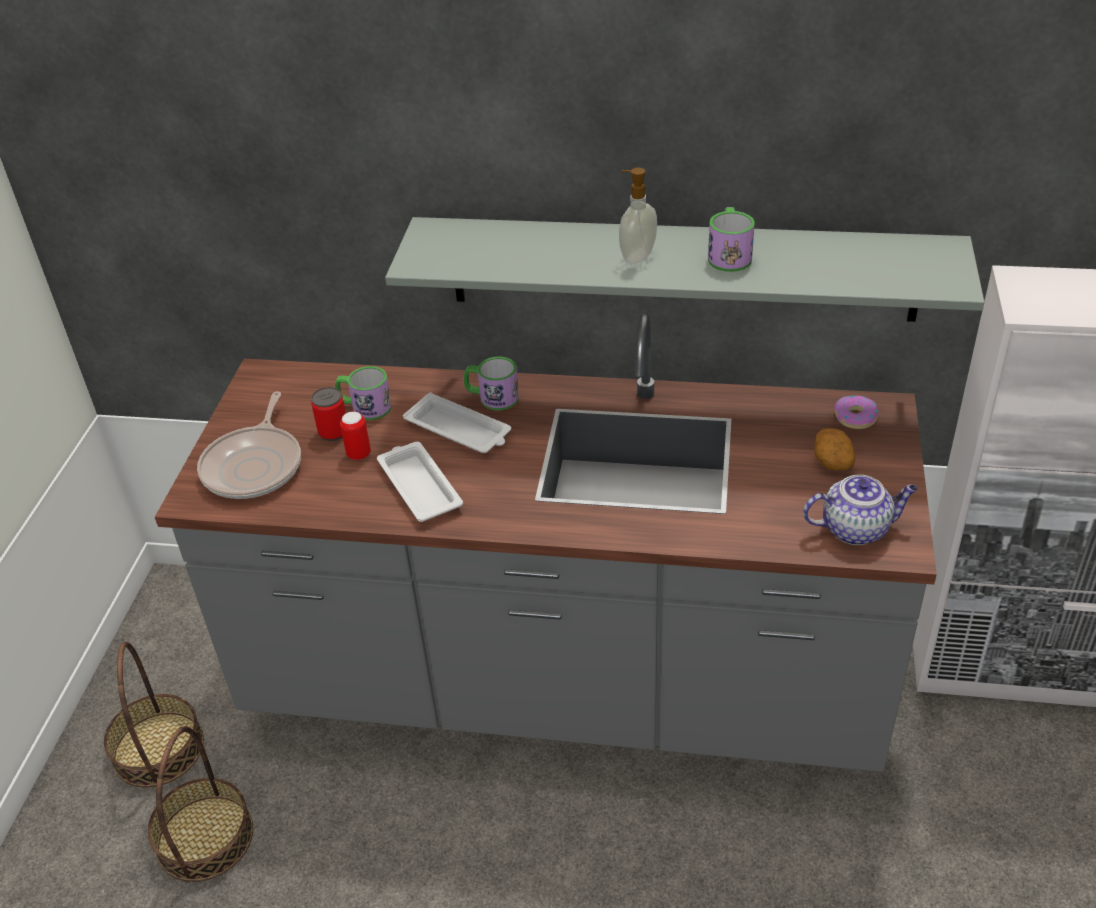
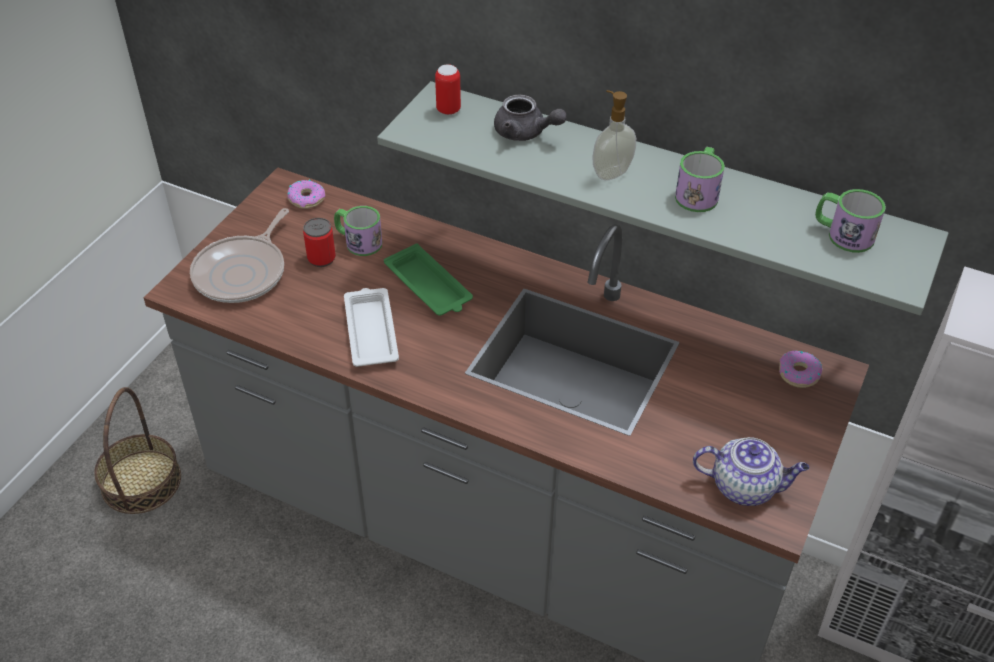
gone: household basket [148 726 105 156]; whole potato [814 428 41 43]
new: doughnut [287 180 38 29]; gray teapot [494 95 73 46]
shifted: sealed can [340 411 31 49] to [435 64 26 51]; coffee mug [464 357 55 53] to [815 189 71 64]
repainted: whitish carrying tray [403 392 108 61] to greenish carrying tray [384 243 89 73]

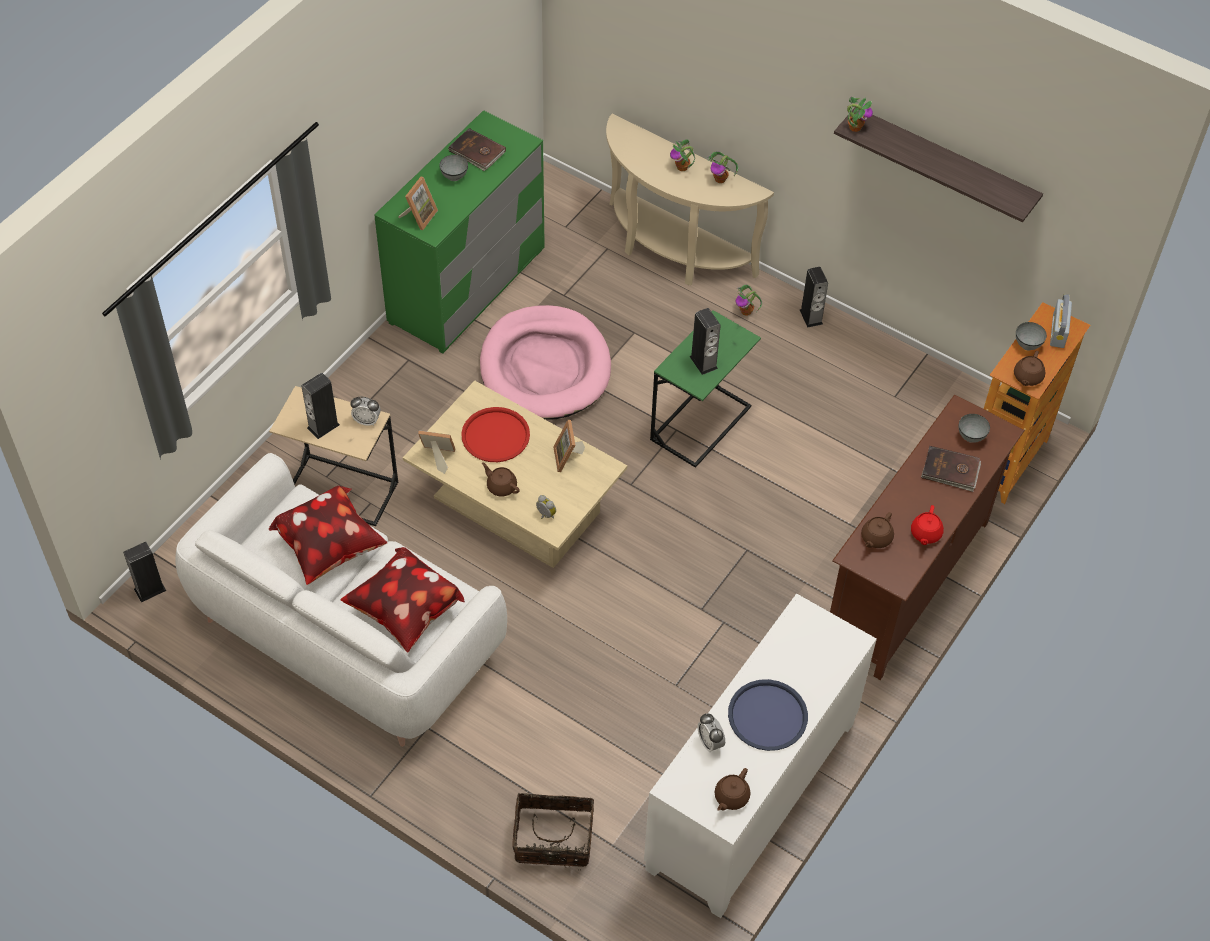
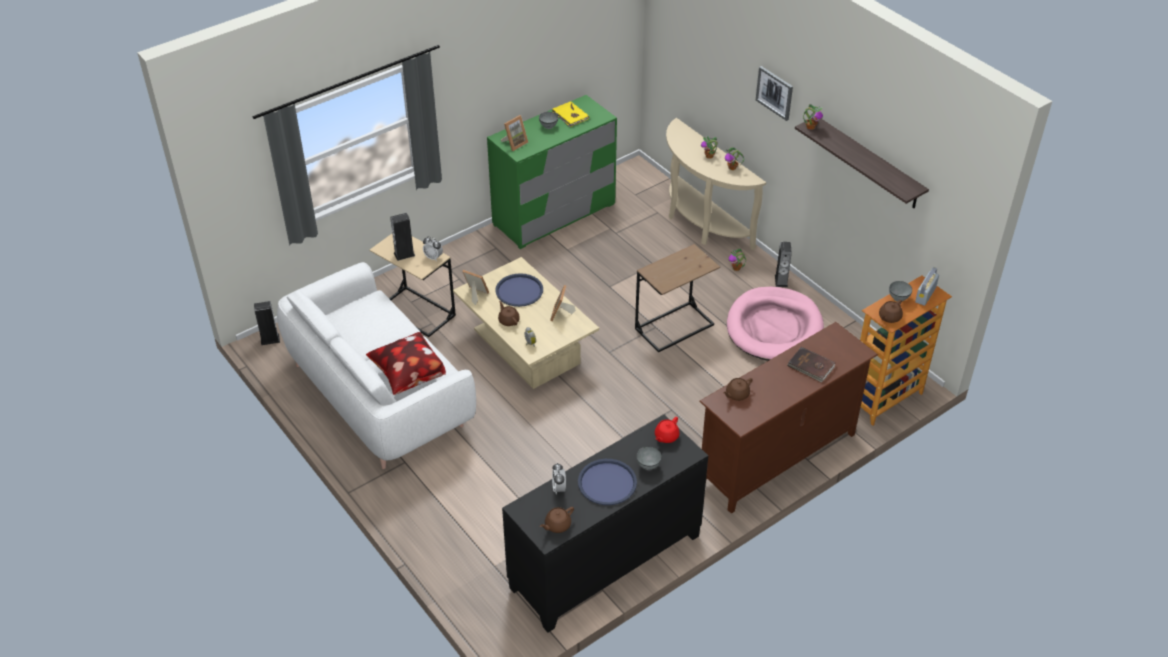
gone: pillow [269 486 118 99]; household basket [513 793 81 77]; loudspeaker [690 308 31 67]
new: wall picture [756 66 37 55]
shifted: gray serving bowl [958 414 32 29] to [636 447 26 23]; red teapot [911 505 33 40] to [655 417 25 26]; pinkish dog bed [480 305 131 115] to [727 287 97 74]
repainted: red carrying tray [461 407 69 55] to blue-coloured carrying tray [495 273 48 34]; whitish cupboard [644 593 233 325] to black-coloured cupboard [502 415 206 218]; brown-coloured bound book [448 128 58 43] to yellow bound book [552 101 37 26]; greenish side table [650 310 111 158] to brown-coloured side table [635 244 85 108]

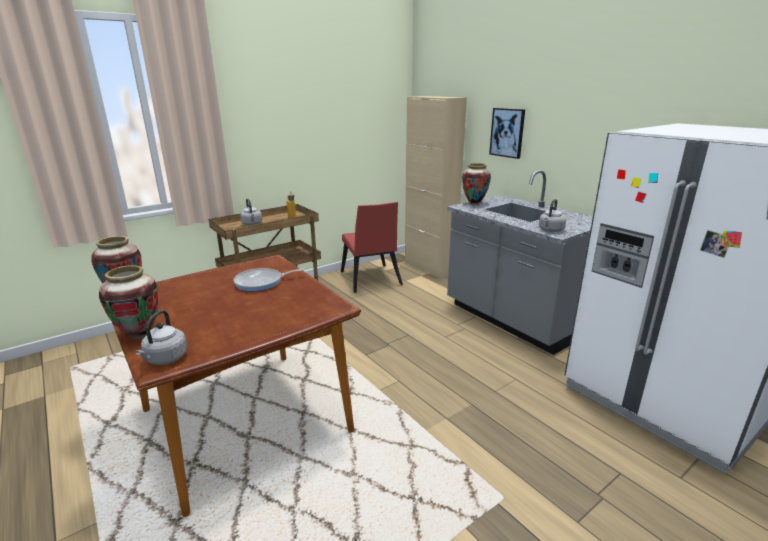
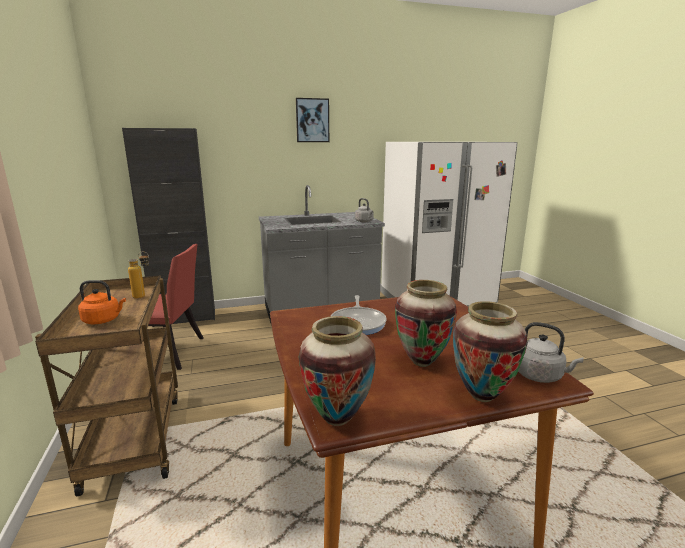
shifted: wall picture [489 108 36 51] to [296 98 33 44]; flower vase [462 163 29 42] to [395 280 62 87]
repainted: gray kettle [240 198 22 27] to orange-coloured kettle [78 280 48 44]; beige-coloured cupboard [405 96 62 183] to black-coloured cupboard [122 128 93 199]

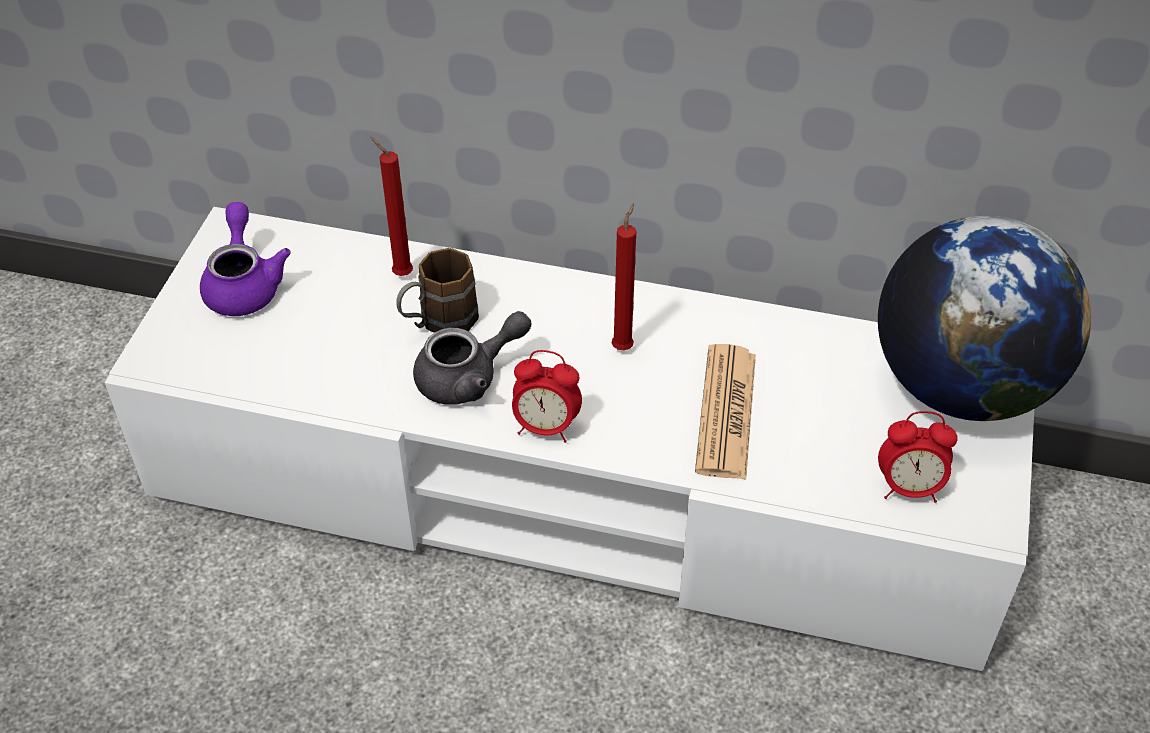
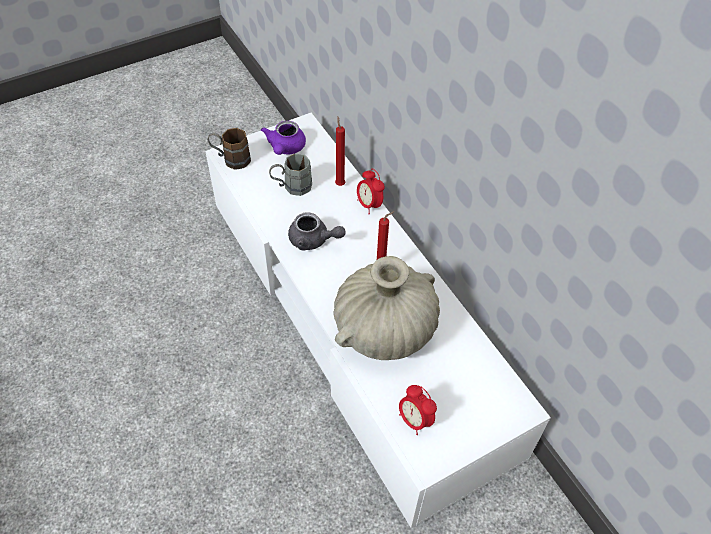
gone: globe [878 216 213 205]
new: gray coffee mug [269 154 43 42]
shifted: brown-coloured coffee mug [396 248 83 85] to [208 128 43 42]; table clock [512 350 70 93] to [357 169 28 45]
swapped: printed paper [695 344 61 136] to beige-coloured flower vase [334 256 106 104]
rotated: purplish teapot [200 202 91 114] = [261 121 45 34] 150 degrees clockwise

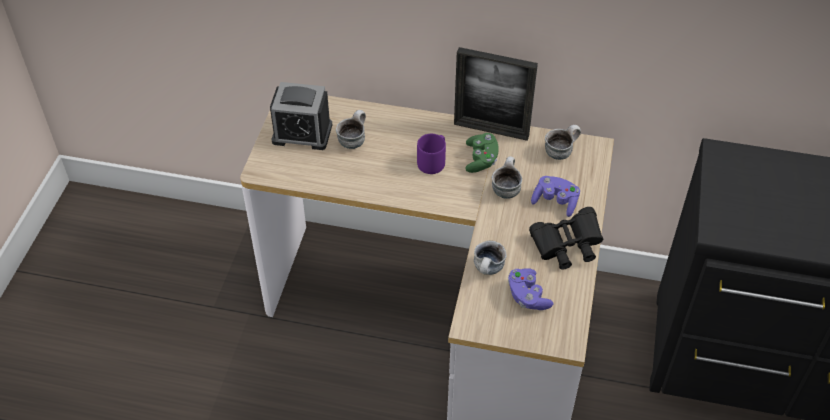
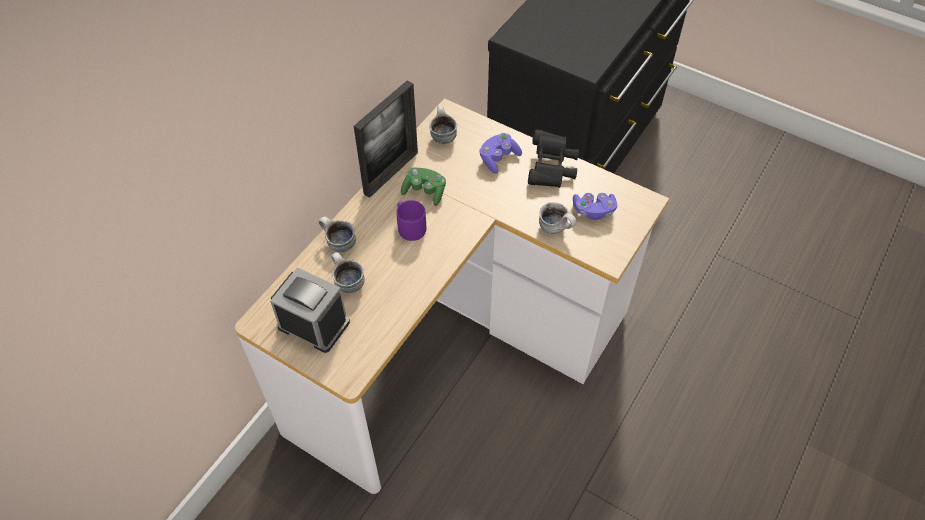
shifted: coffee mug [492 156 30 43] to [319 216 37 36]
rotated: table clock [270 82 62 68] = [270 267 80 86] 90 degrees counterclockwise

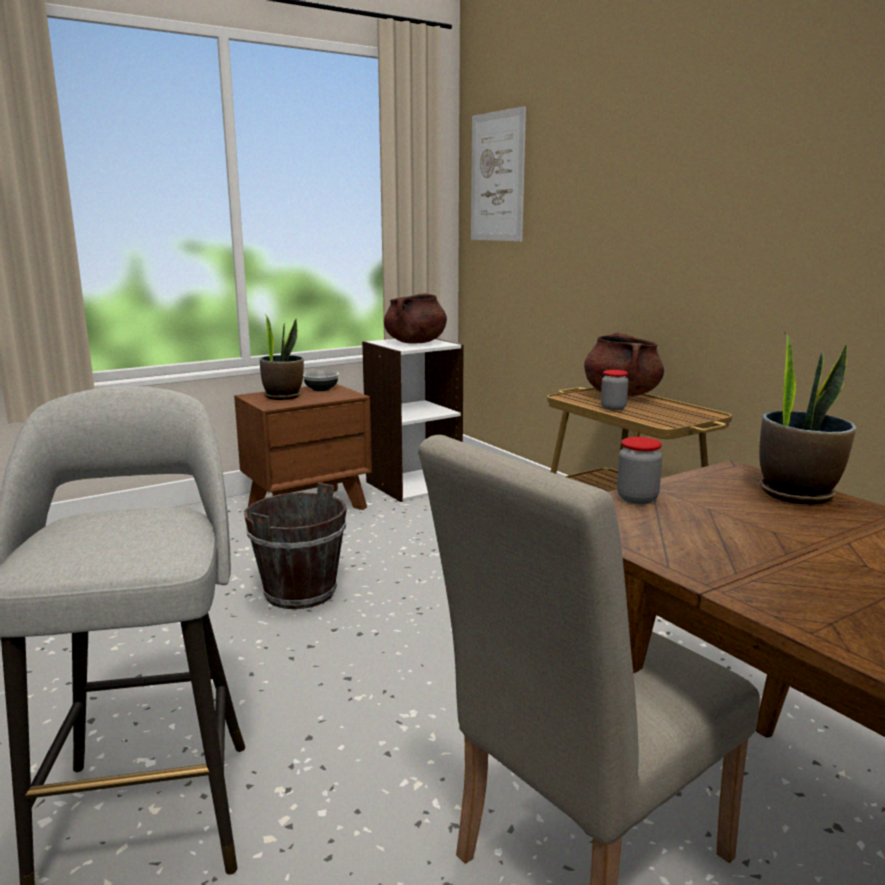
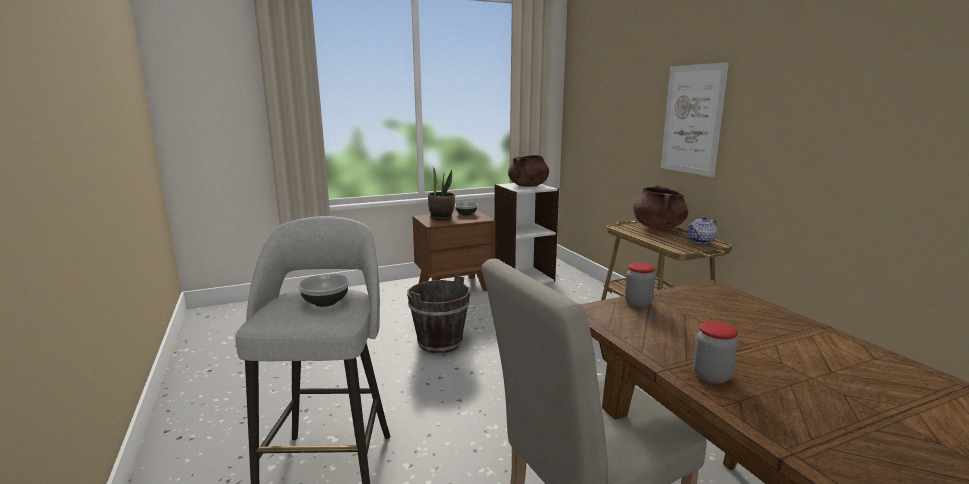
gone: plant in a pot [759 332 97 173]
new: serving bowl [298 274 51 33]; teapot [688 216 30 28]
shifted: wall picture [471 106 55 135] to [661 62 68 115]; storage jar [601 370 27 40] to [693 321 45 63]

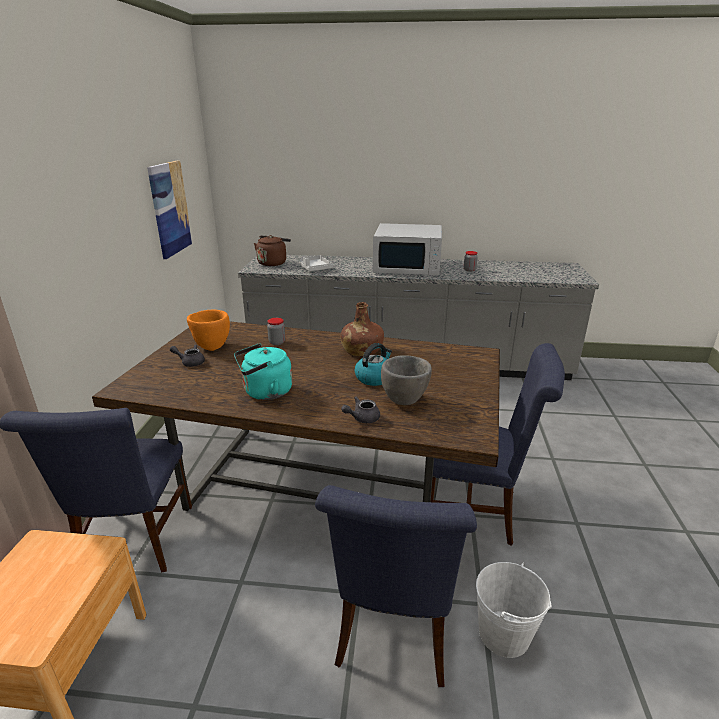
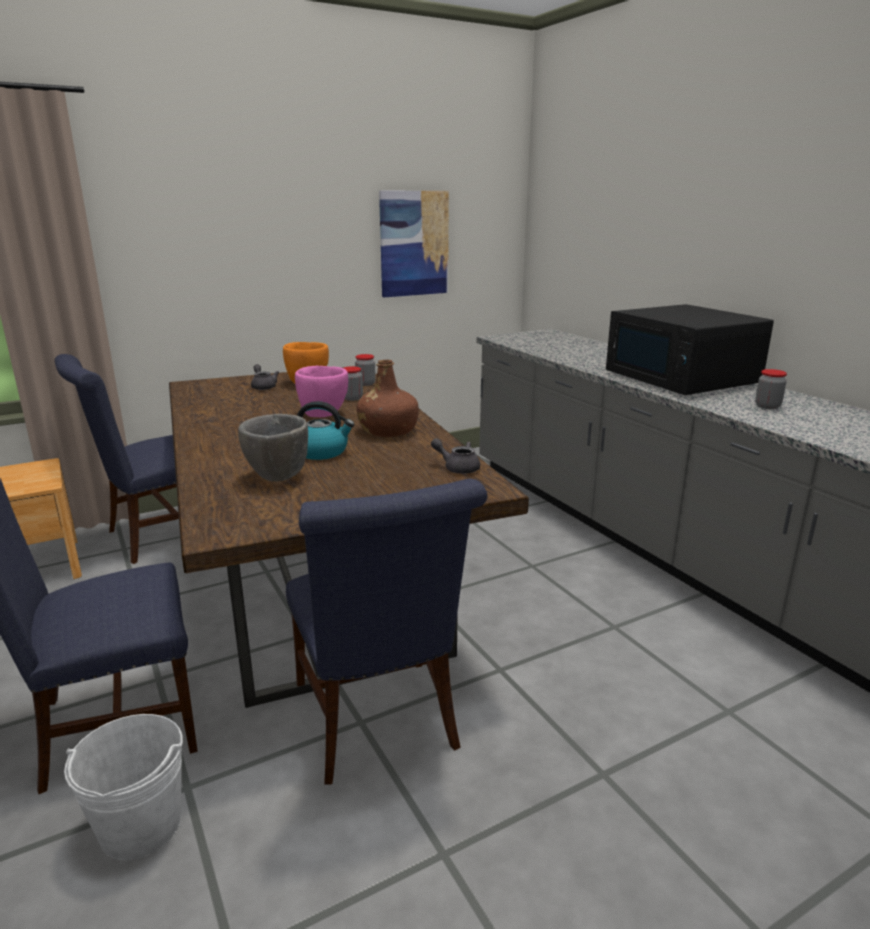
gone: turquoise kettle [234 343 58 57]; brown-coloured kettle [254 235 37 31]; gray carrying tray [301 255 32 16]
new: pinkish serving bowl [295 366 53 52]; storage jar [355 354 21 32]
shifted: gray teapot [341 396 39 27] to [431 438 49 36]
repainted: whitish kitchen microwave [373 223 69 52] to black-coloured kitchen microwave [606 304 168 91]

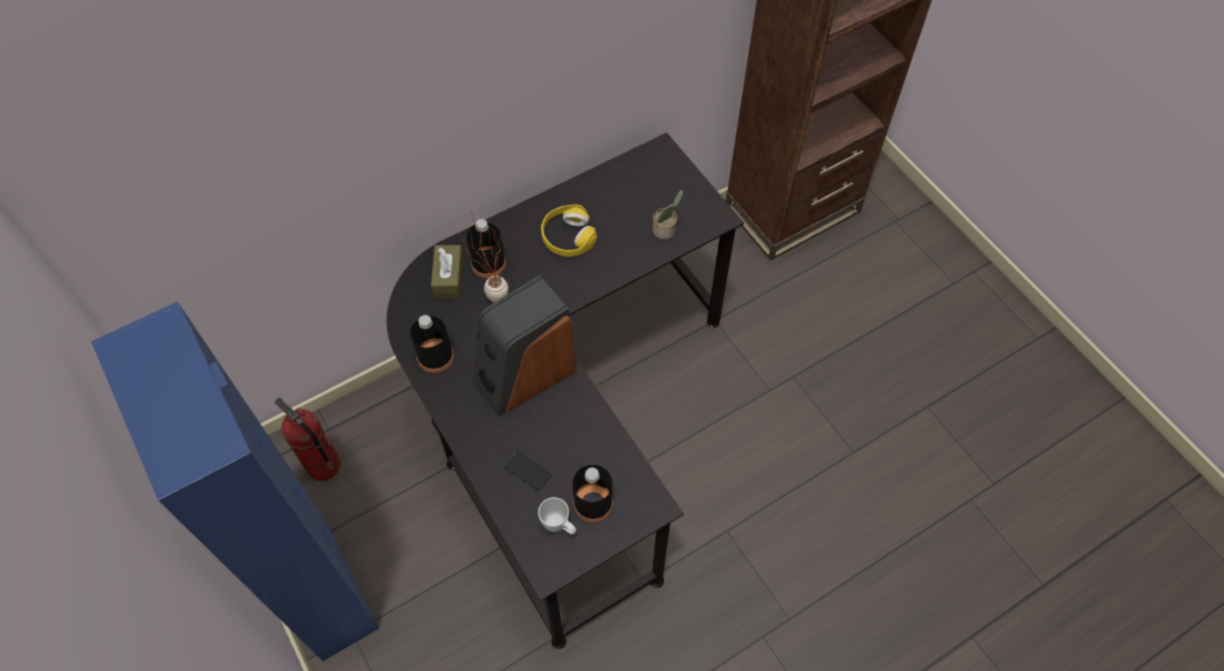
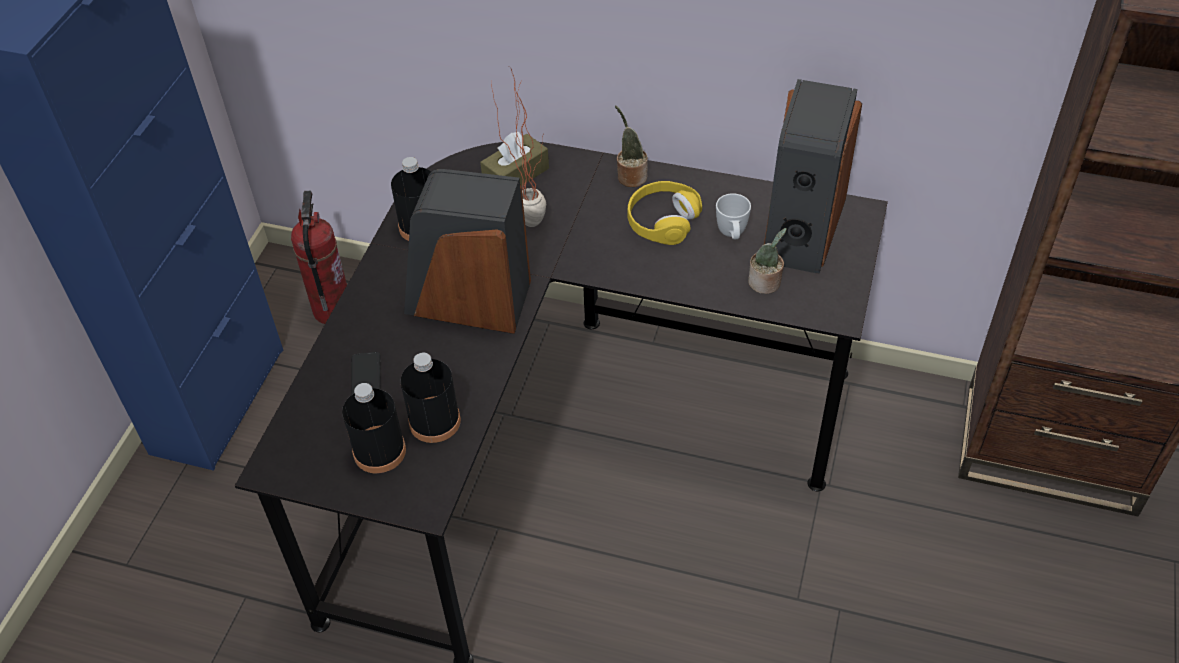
new: plant in a pot [615 105 33 82]; loudspeaker [764 79 98 195]
shifted: black-coloured beverage bottle [466 219 40 59] to [401 353 60 90]; whitish coffee mug [538 497 38 38] to [716 193 35 46]

